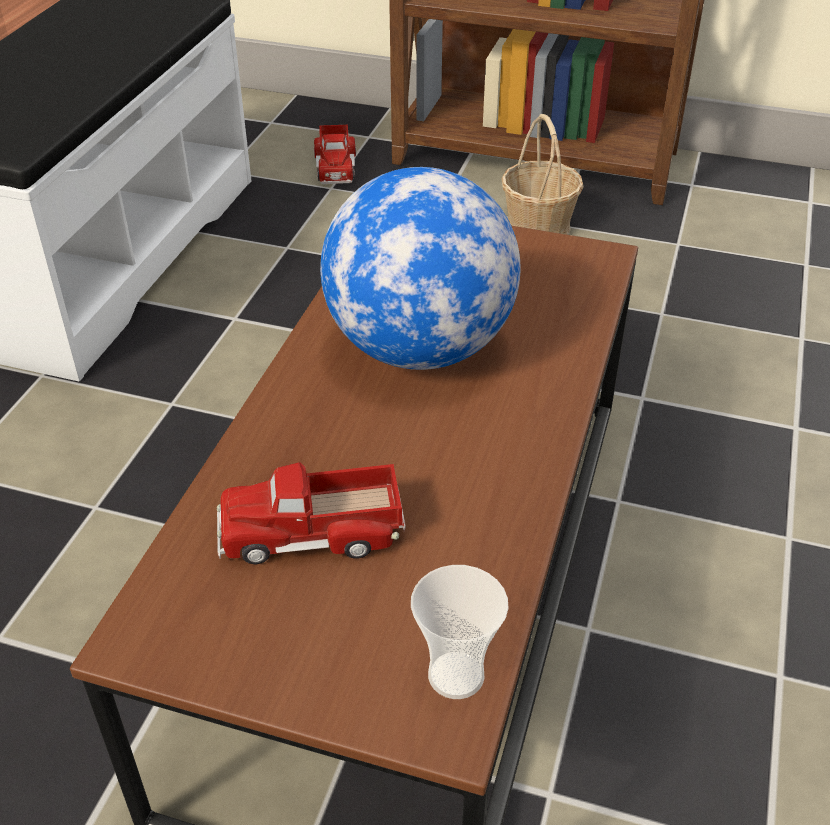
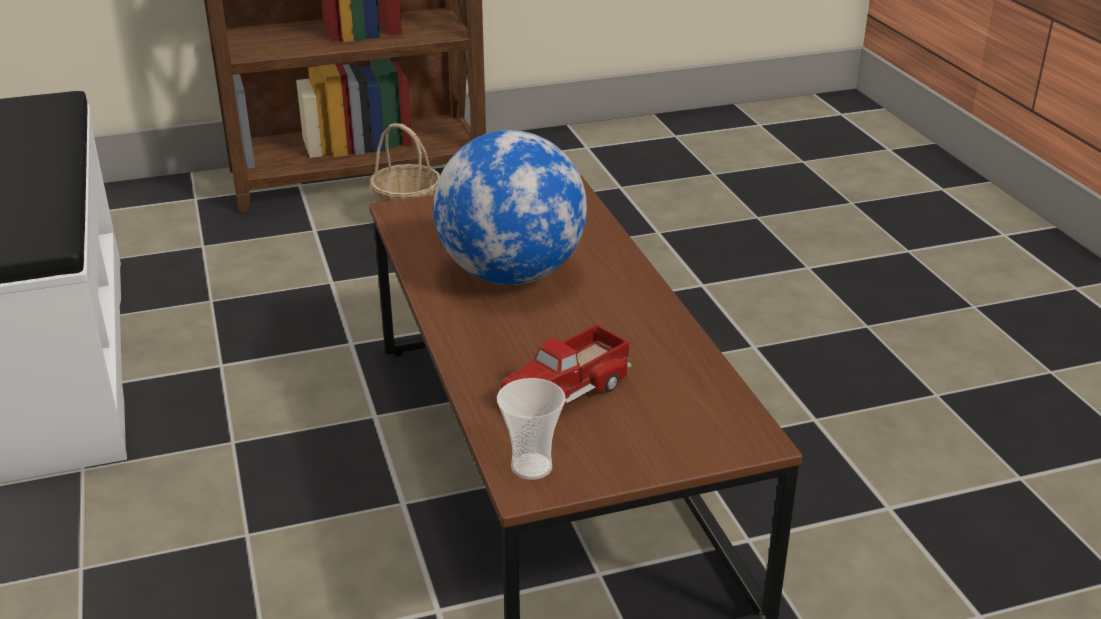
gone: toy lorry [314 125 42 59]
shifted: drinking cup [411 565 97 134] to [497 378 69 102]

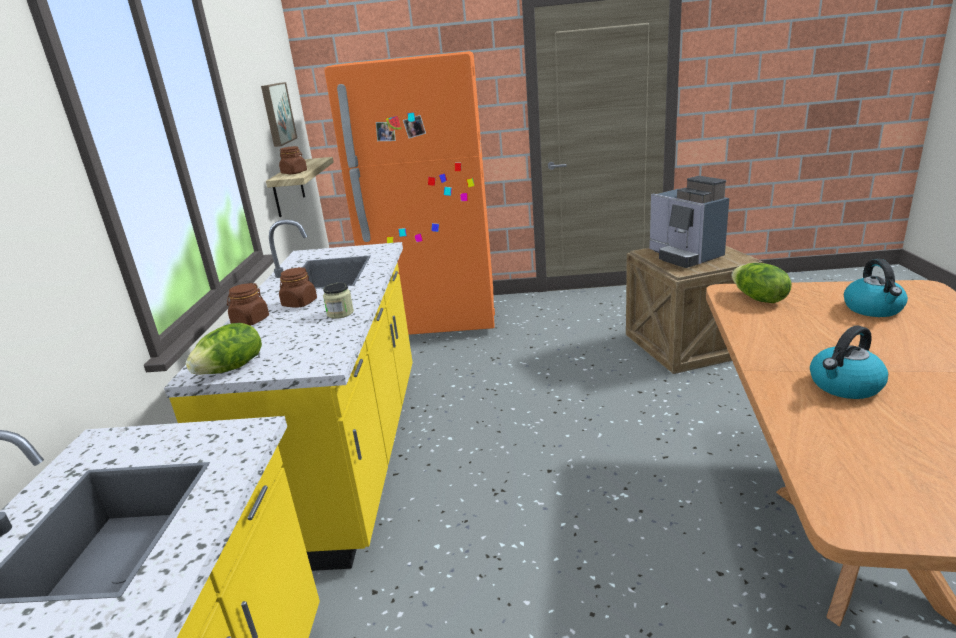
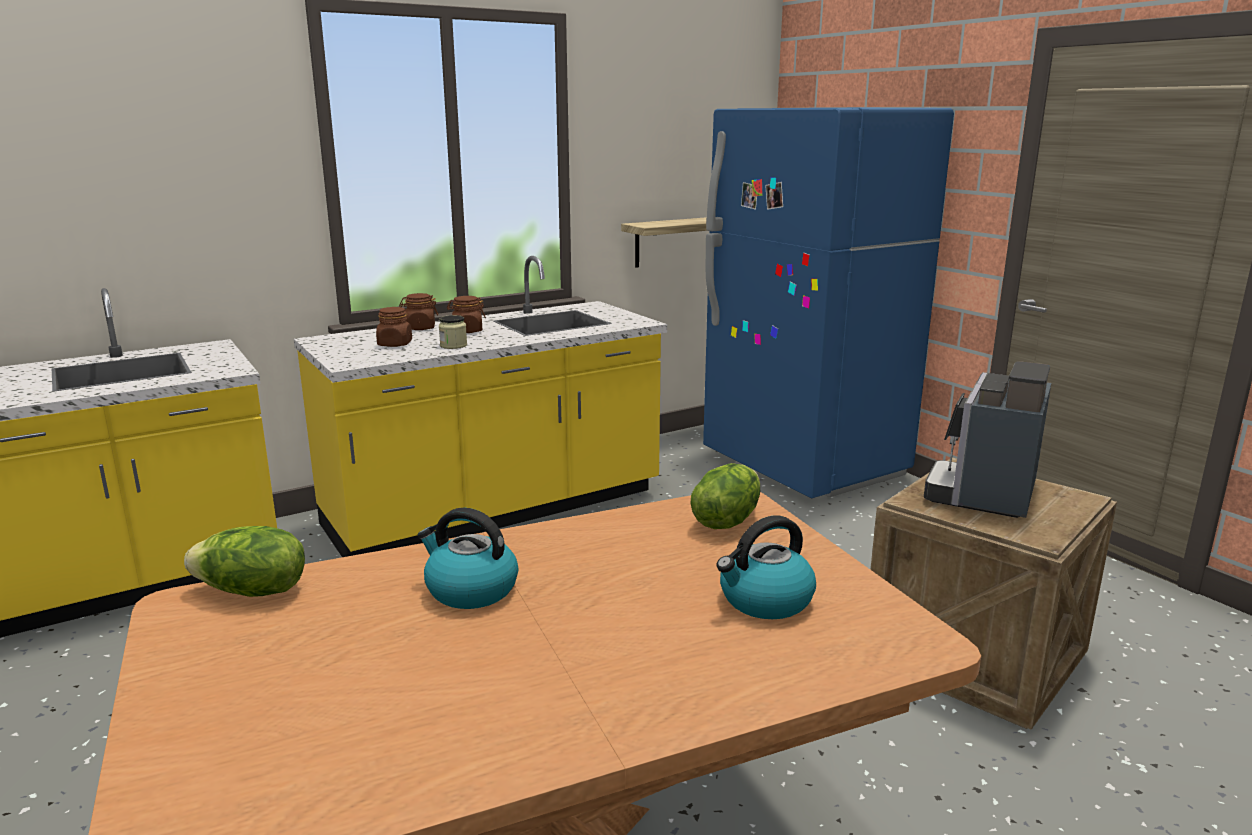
gone: wall picture [261 82 36 65]
shifted: head of lettuce [186 323 76 52] to [184 526 121 71]; brown-coloured storage jar [279 146 28 28] to [376 307 36 40]
repainted: orange-coloured fridge [324 51 171 284] to blue-coloured fridge [703 108 251 390]

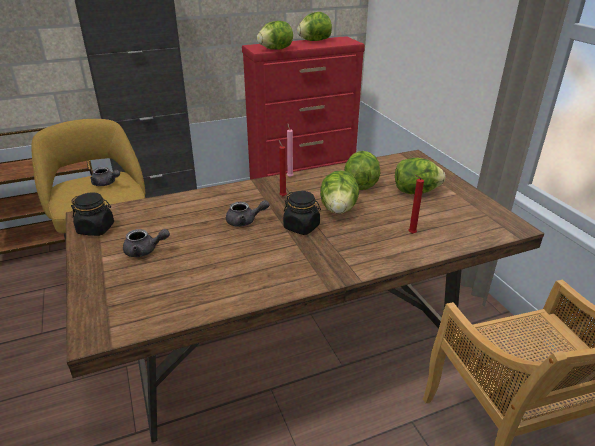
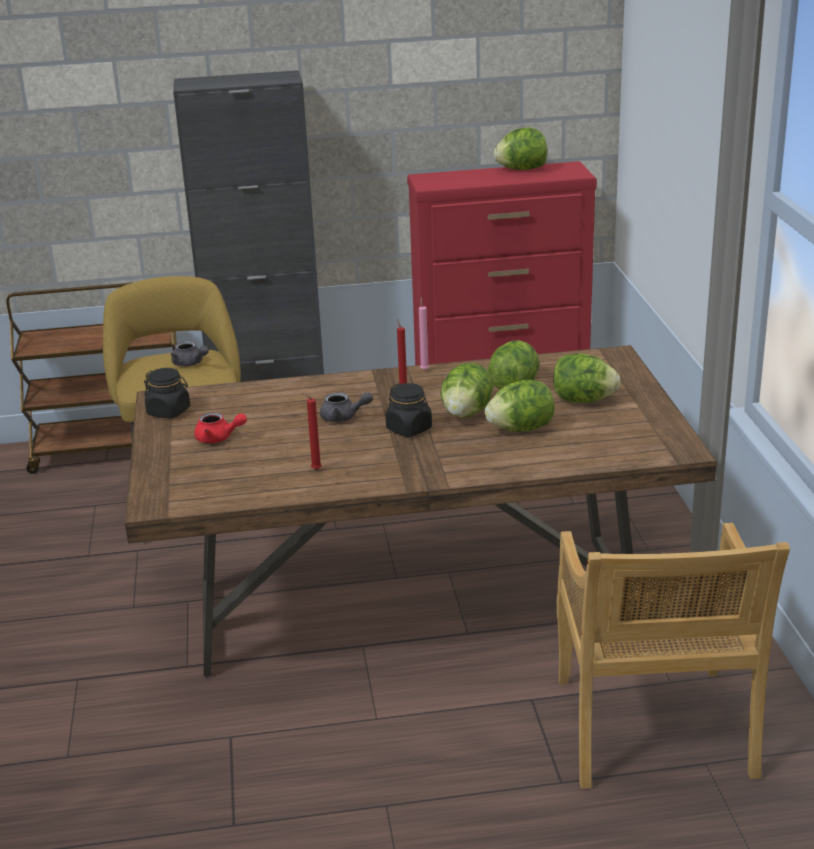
shifted: red wax candle [409 175 15 59] to [301 392 21 78]; head of lettuce [257 21 36 29] to [485 380 70 52]
repainted: gray teapot [123 229 47 28] to red teapot [194 412 53 31]

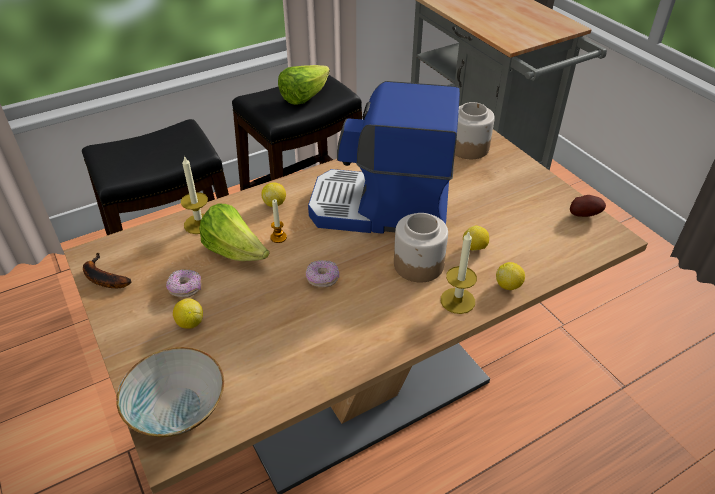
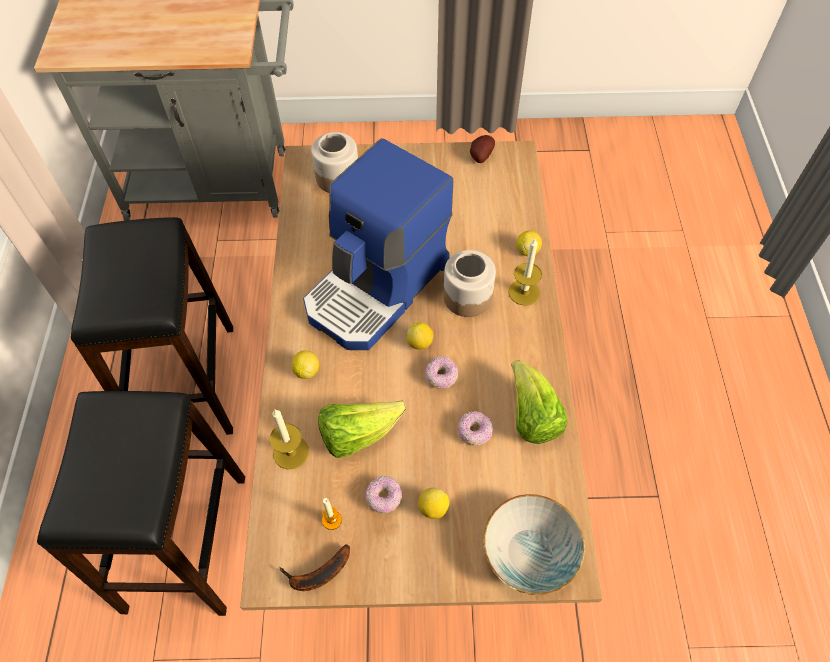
new: doughnut [458 411 35 35]
shifted: wax candle [270 199 17 44] to [322 498 20 32]; citrus fruit [463 226 26 25] to [407 322 27 28]; head of lettuce [278 65 52 40] to [511 360 57 84]

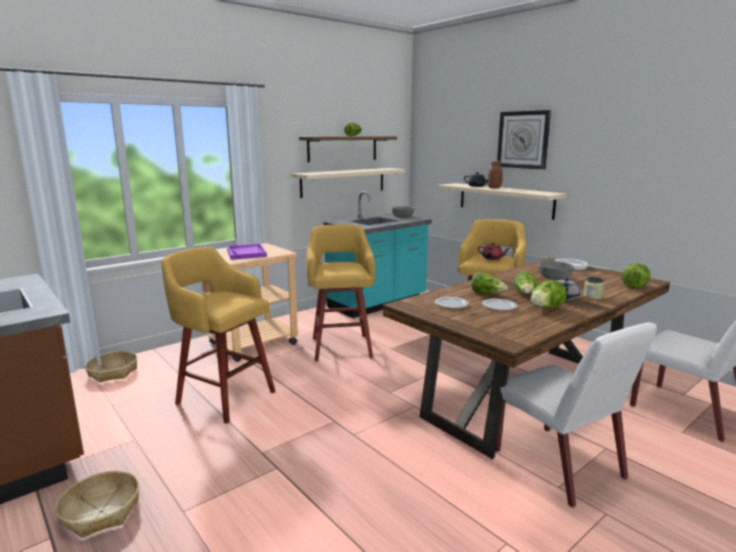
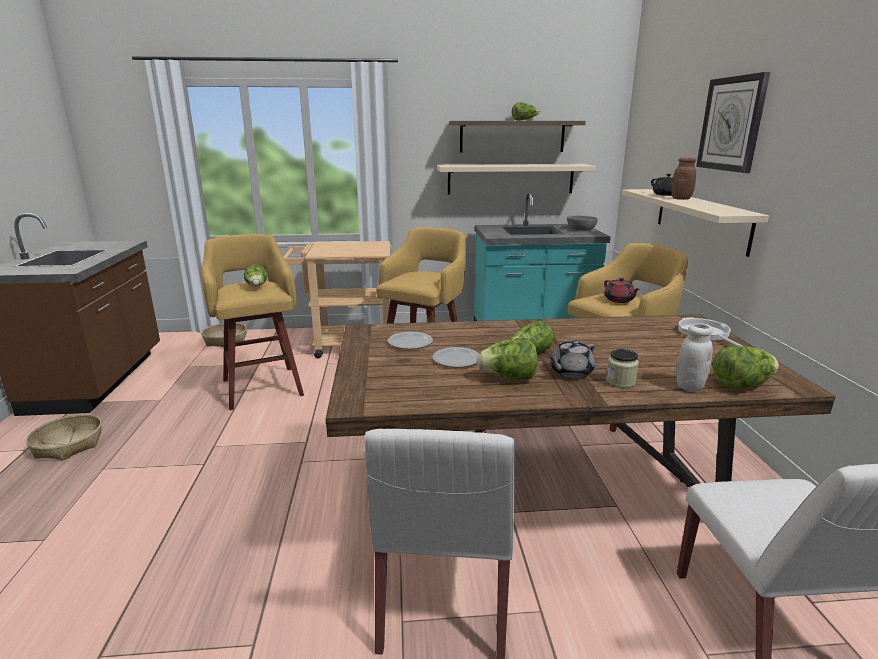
gone: purplish carrying tray [227 244 40 16]; gray serving bowl [538 261 36 19]
new: whitish storage jar [676 323 37 68]
shifted: head of lettuce [471 272 36 21] to [244 264 23 23]

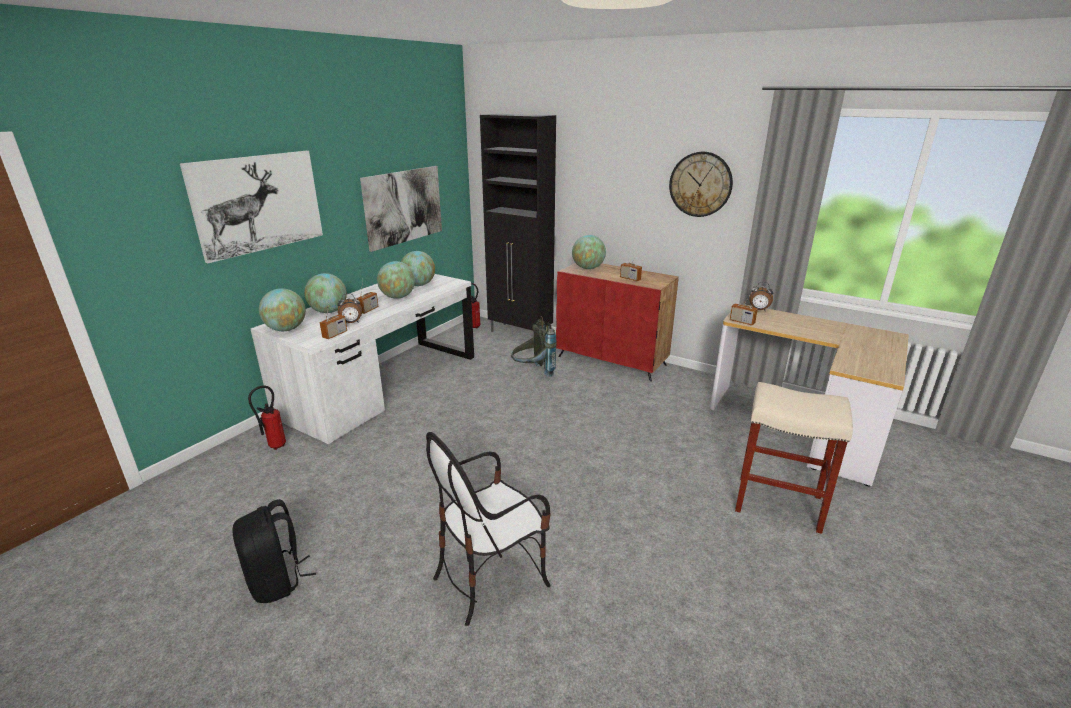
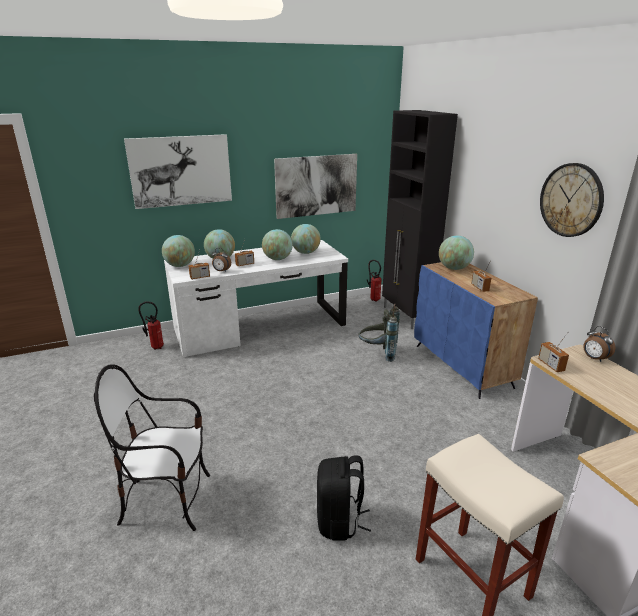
shifted: black-coloured backpack [232 499 84 104] to [317 455 54 86]
repainted: red cupboard [556 263 123 119] to blue-coloured cupboard [414 262 124 137]

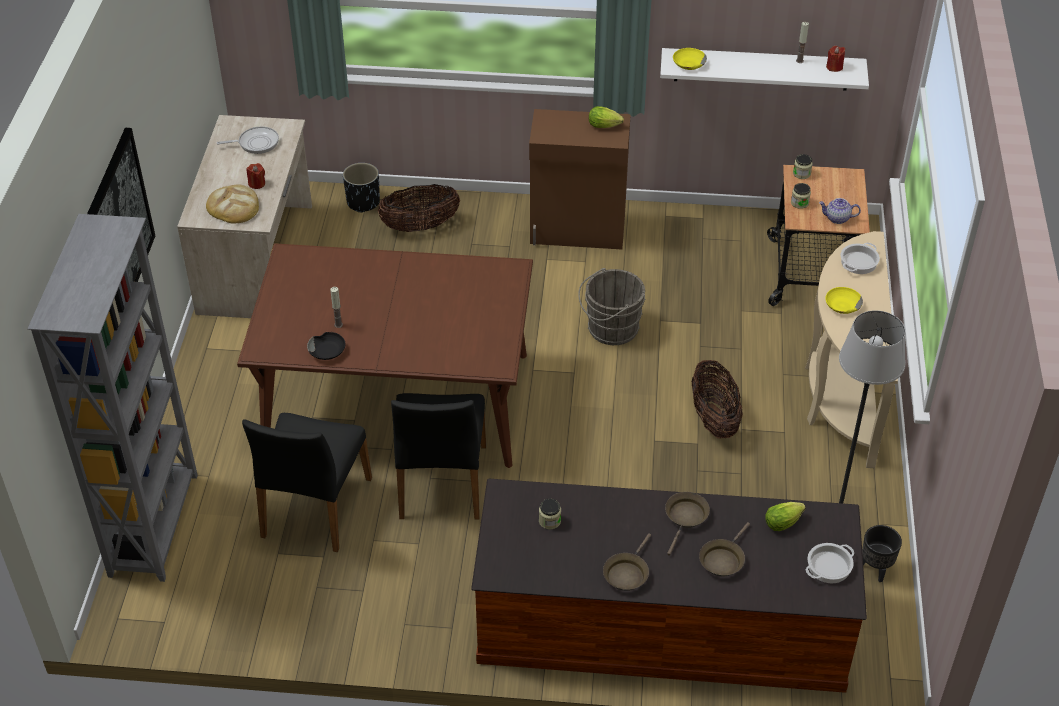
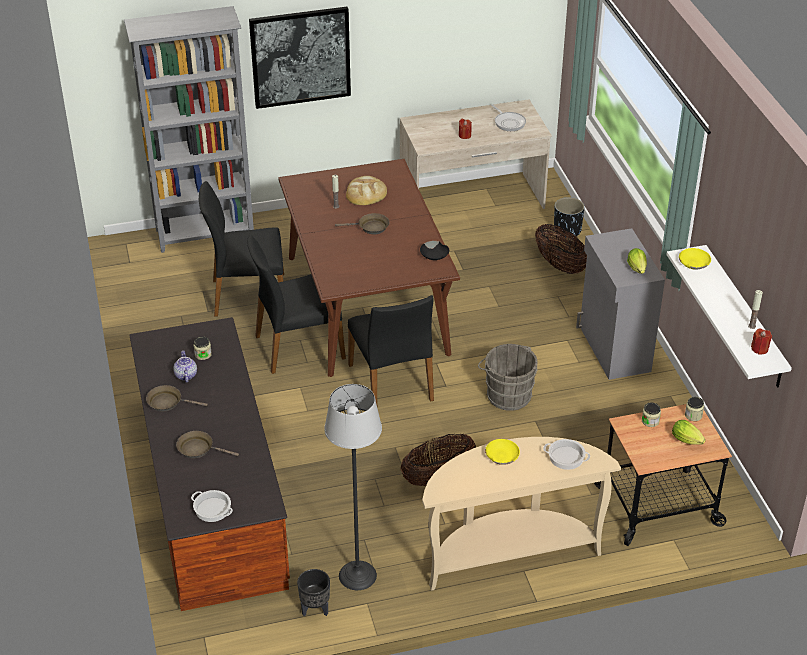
new: black-coloured plain chair [348 295 86 109]
shifted: teapot [819 198 42 26] to [173 350 24 33]; brown-coloured frying pan [665 492 45 64] to [335 213 54 21]; bread [206 184 53 40] to [346 176 41 29]; black-coloured serving bowl [307 332 38 28] to [420 241 29 19]; head of lettuce [765 502 41 29] to [672 420 34 25]
repainted: brown-coloured cupboard [529 109 102 140] to gray cupboard [576 228 89 152]

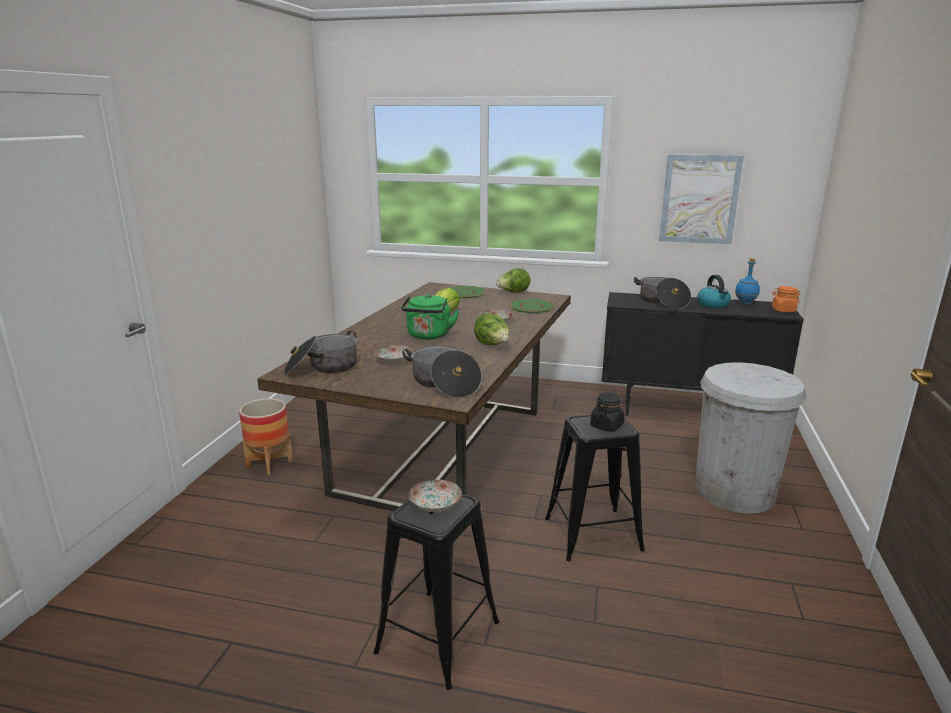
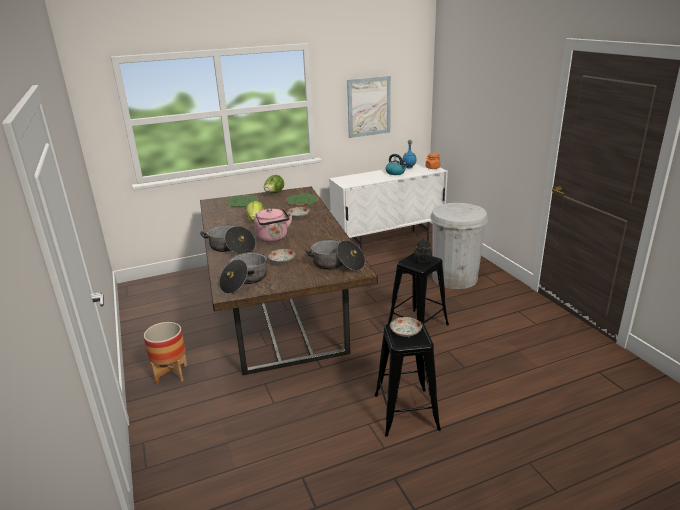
gone: head of lettuce [474 313 36 32]
shifted: stockpot [634 277 57 32] to [200 225 56 29]
repainted: greenish kettle [401 294 58 45] to pinkish kettle [255 208 37 34]; black-coloured cupboard [601 292 203 124] to whitish cupboard [329 163 119 87]

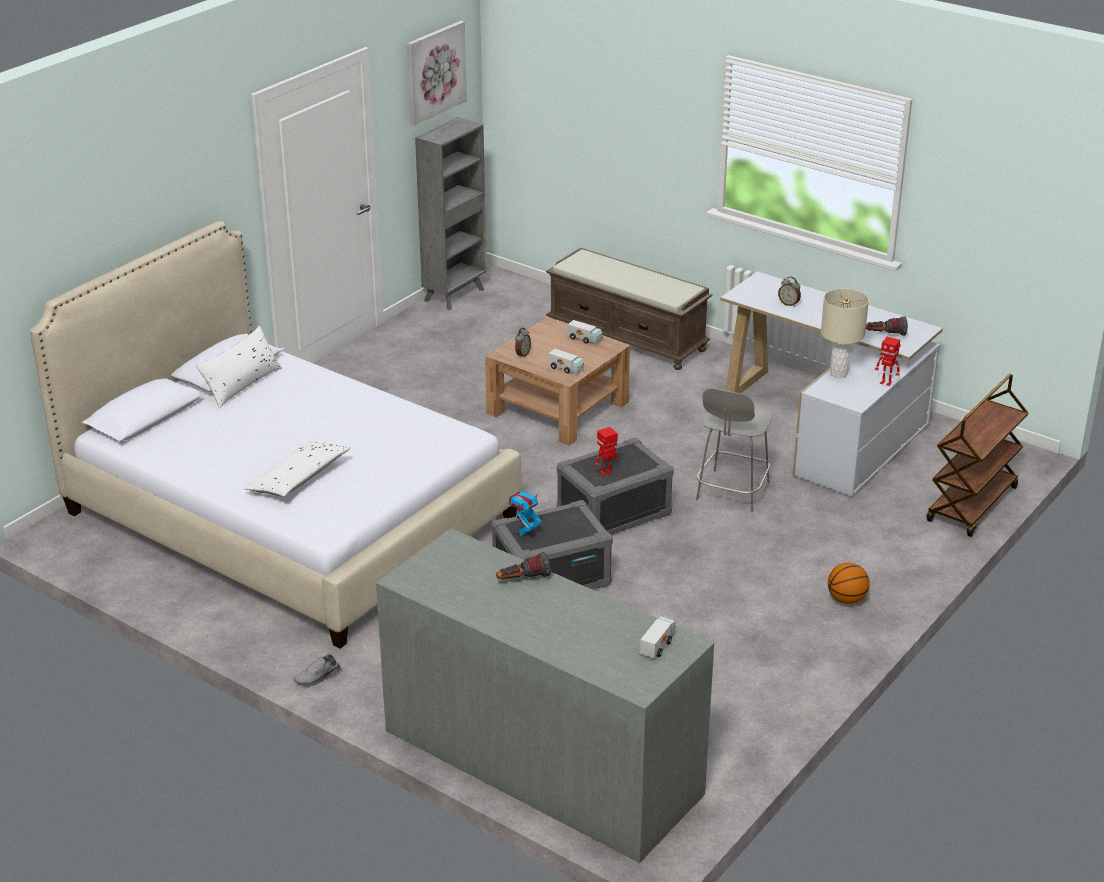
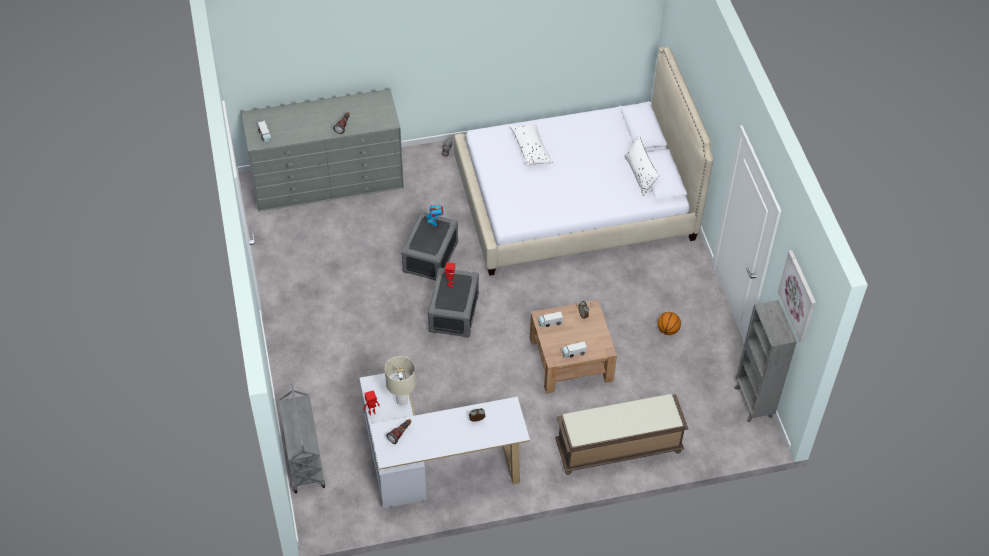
gone: gray plain chair [696 388 76 124]
shifted: basketball ball [828 563 42 41] to [658 312 23 23]
repainted: brown-coloured trolley [927 374 101 163] to gray trolley [279 384 46 109]

